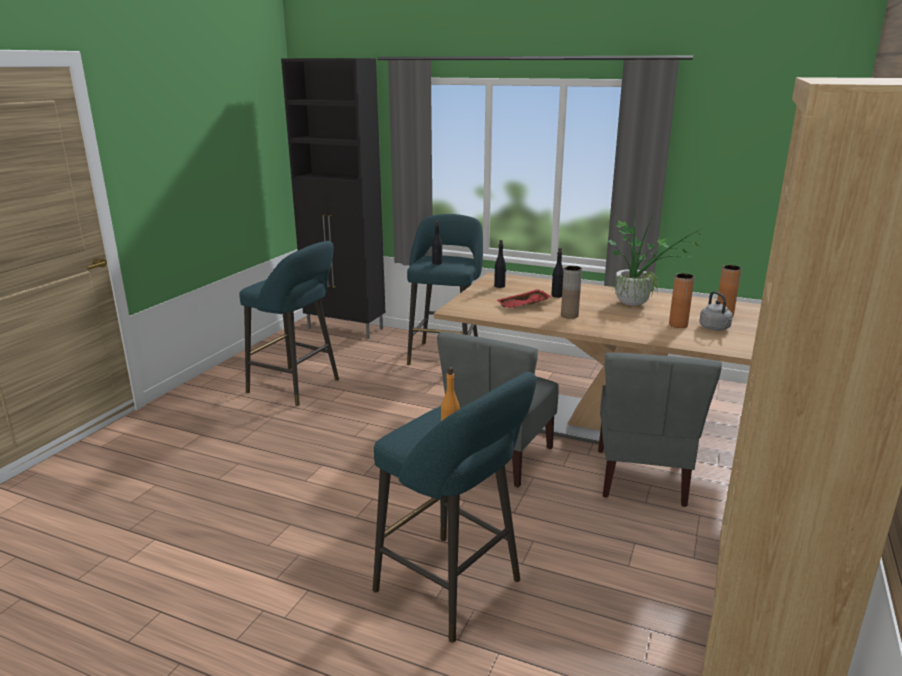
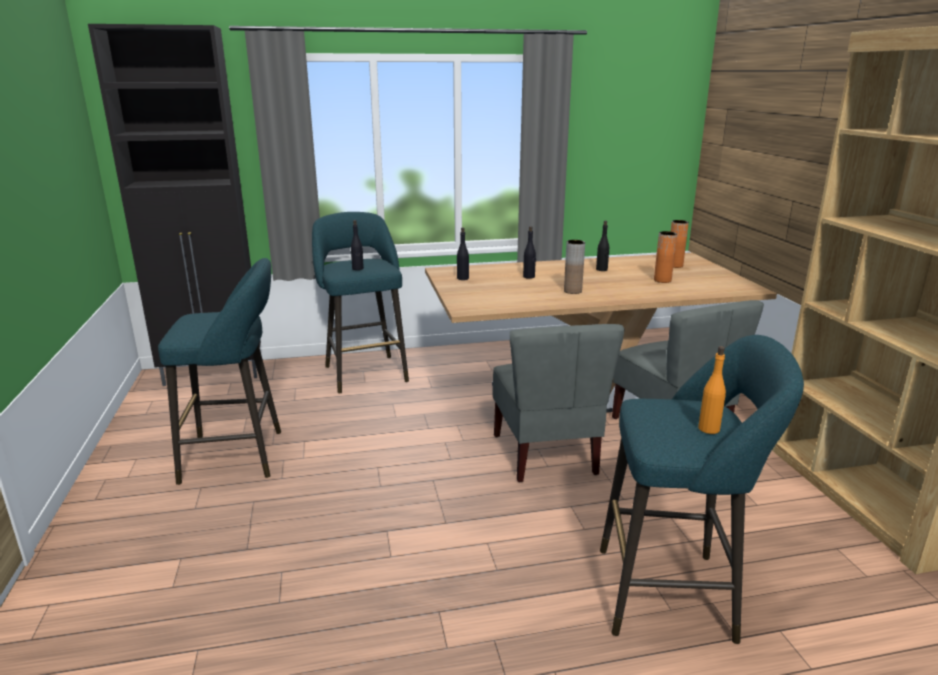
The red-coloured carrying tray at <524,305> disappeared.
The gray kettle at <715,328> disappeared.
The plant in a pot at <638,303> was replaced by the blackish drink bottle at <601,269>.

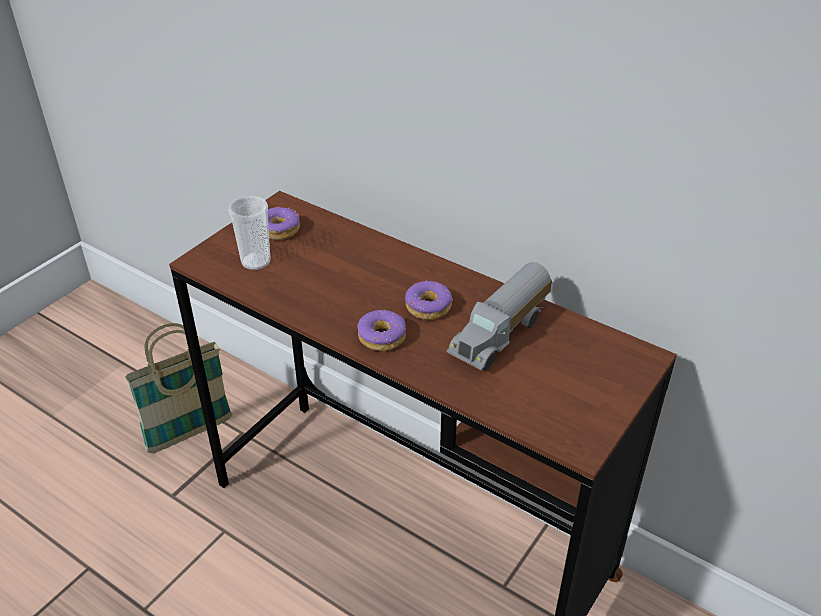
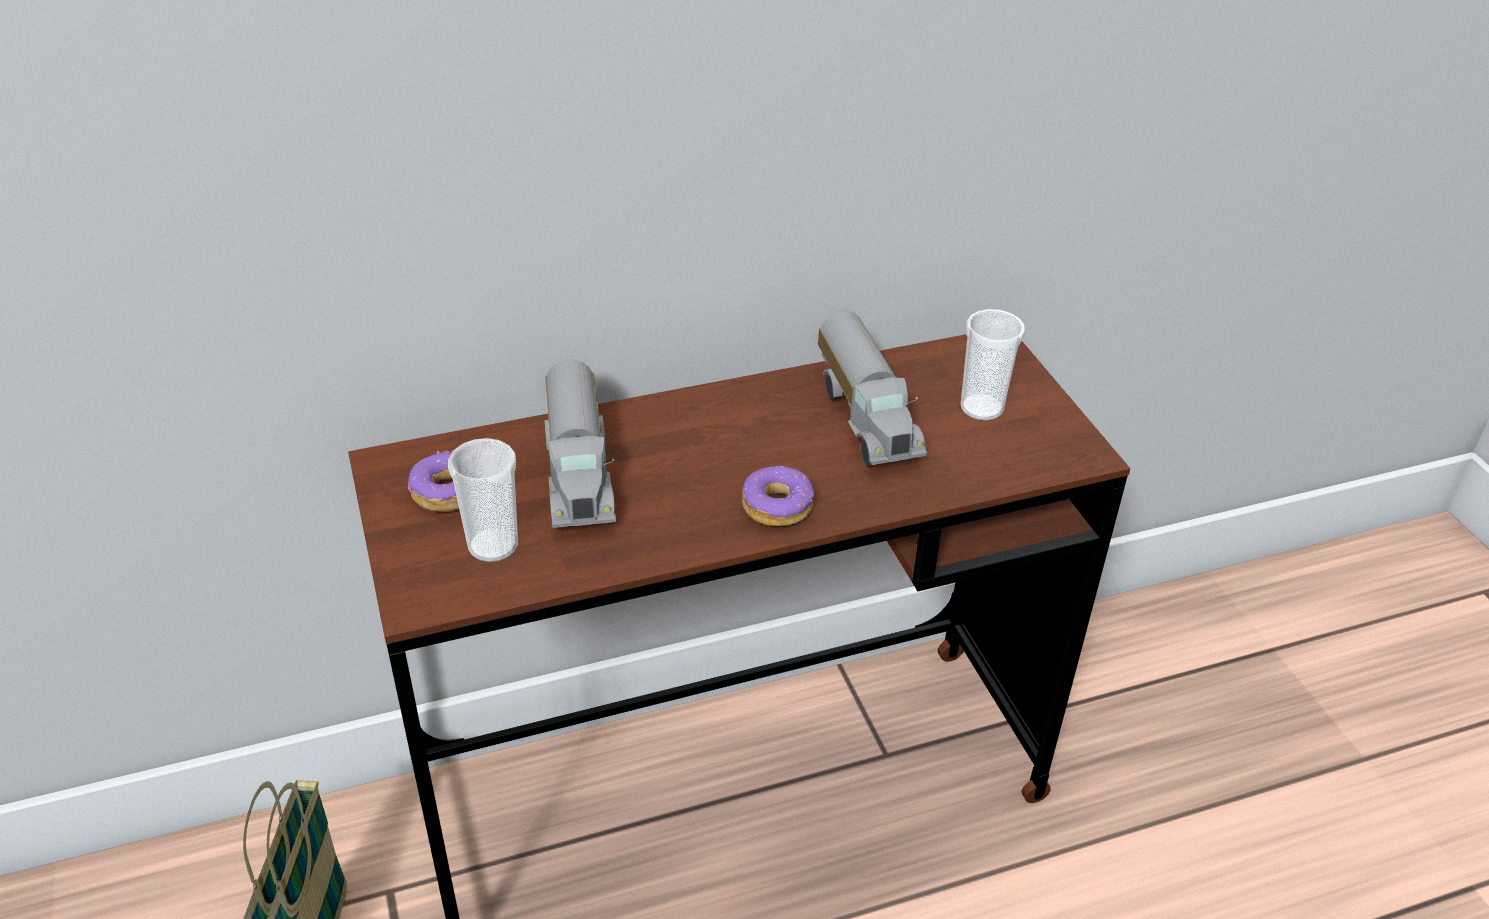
The doughnut at <429,307> disappeared.
The model truck at <581,474> appeared.
The cup at <981,408> appeared.

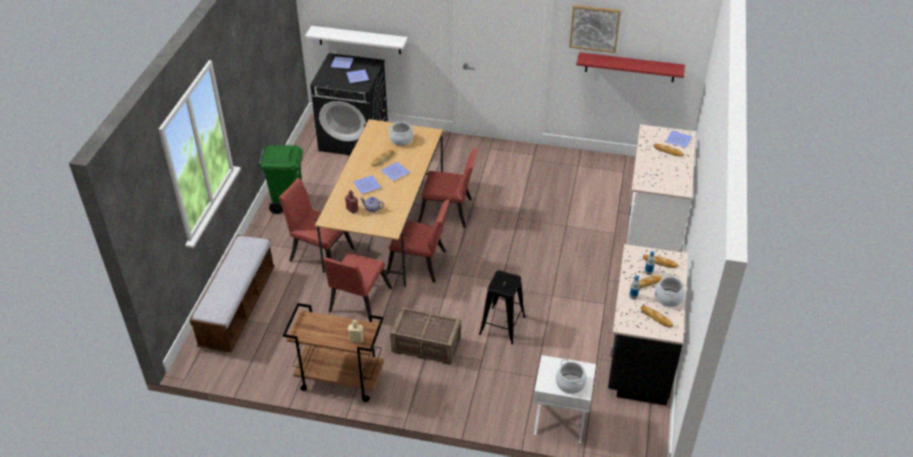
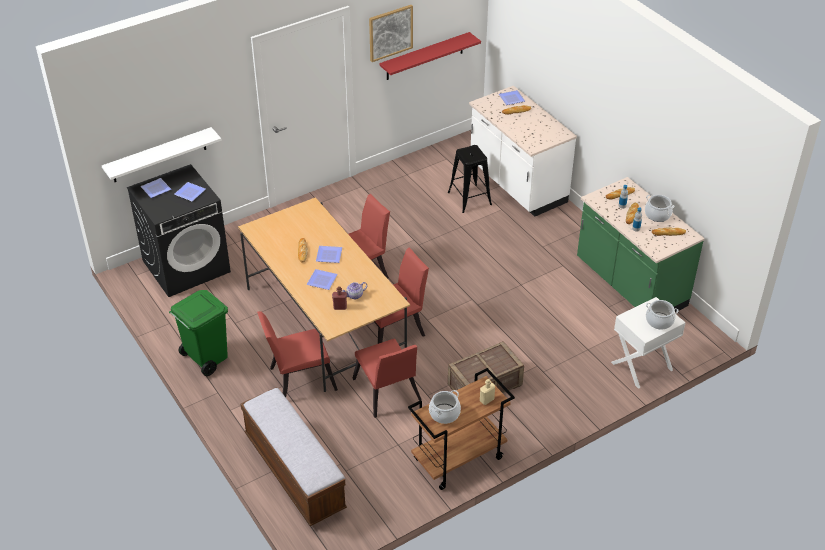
The stockpot moved from <401,139> to <444,413>.
The blackish stool moved from <502,325> to <469,198>.
The blackish kitchen base unit at <639,354> became the green-coloured kitchen base unit at <630,284>.

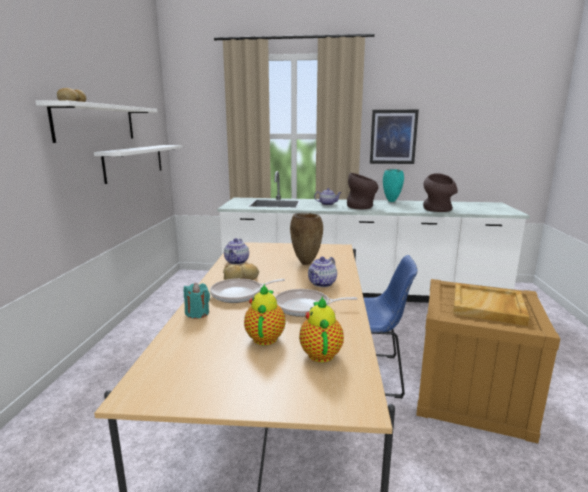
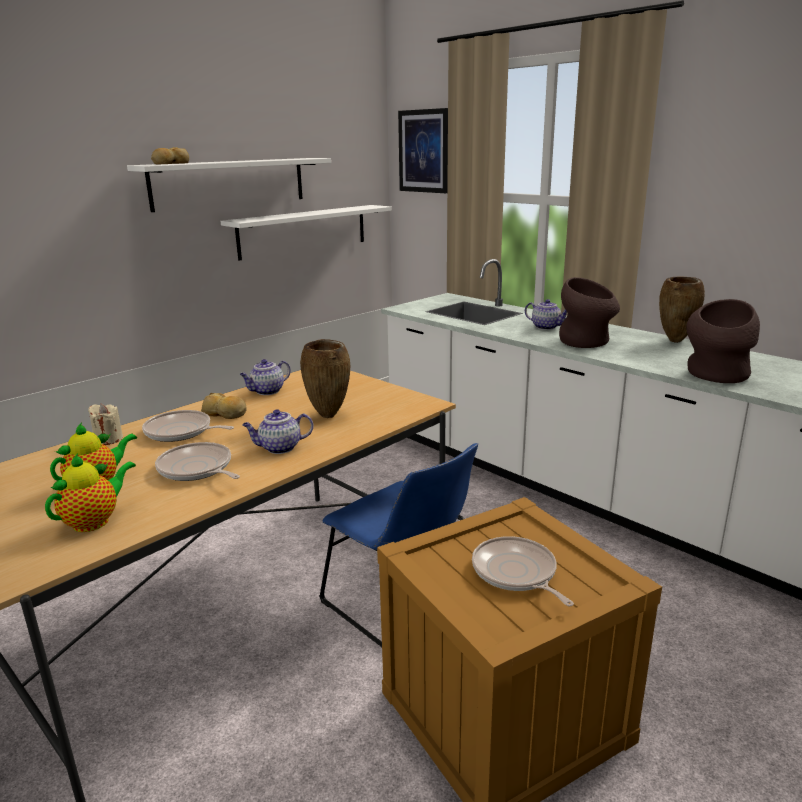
The picture moved from <393,137> to <424,151>.
The beige-coloured carrying tray at <488,307> was replaced by the skillet at <516,573>.
The turquoise candle at <197,313> became the beige-coloured candle at <108,439>.
The turquoise decorative vase at <392,201> became the brown decorative vase at <676,341>.

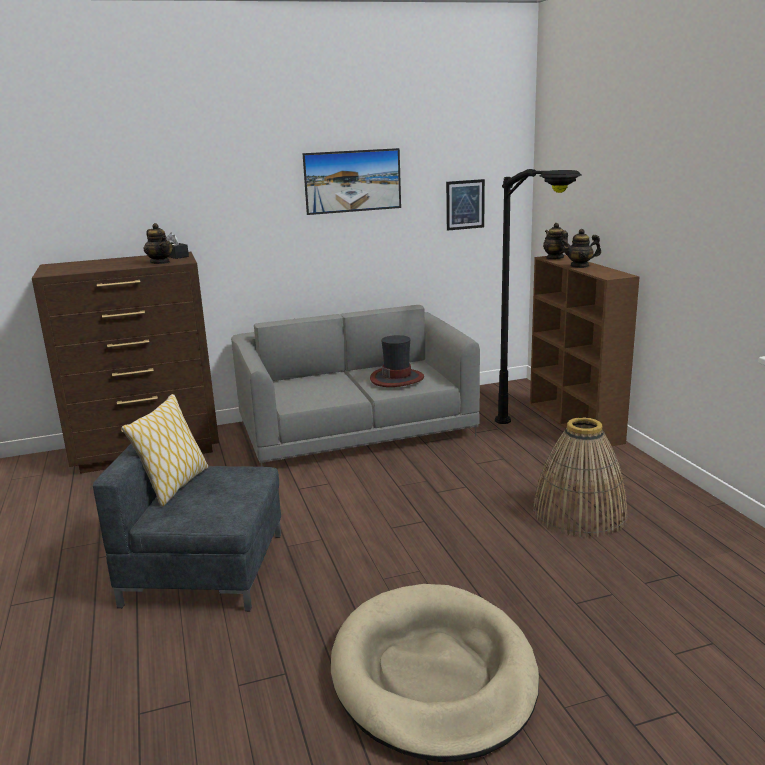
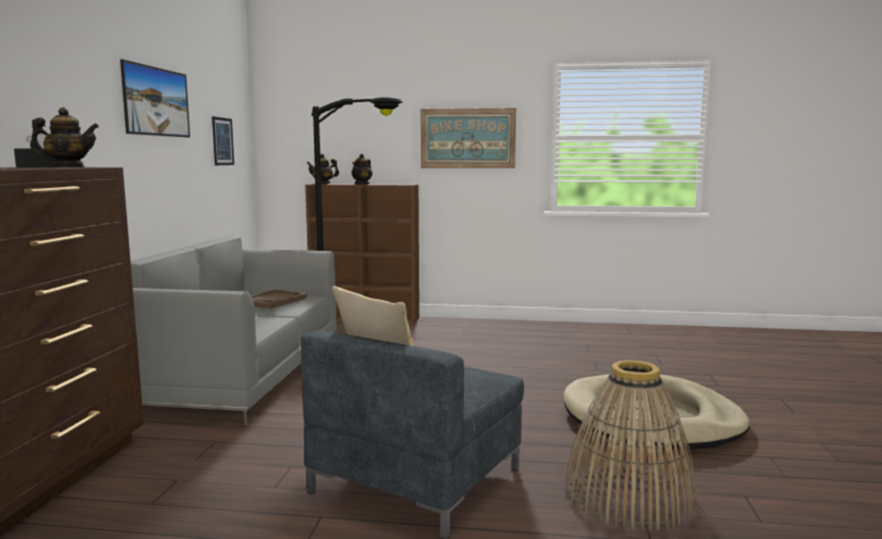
The picture at <467,138> appeared.
The basket moved from <579,513> to <628,495>.
The clothing hat at <397,378> was replaced by the brown carrying tray at <273,301>.

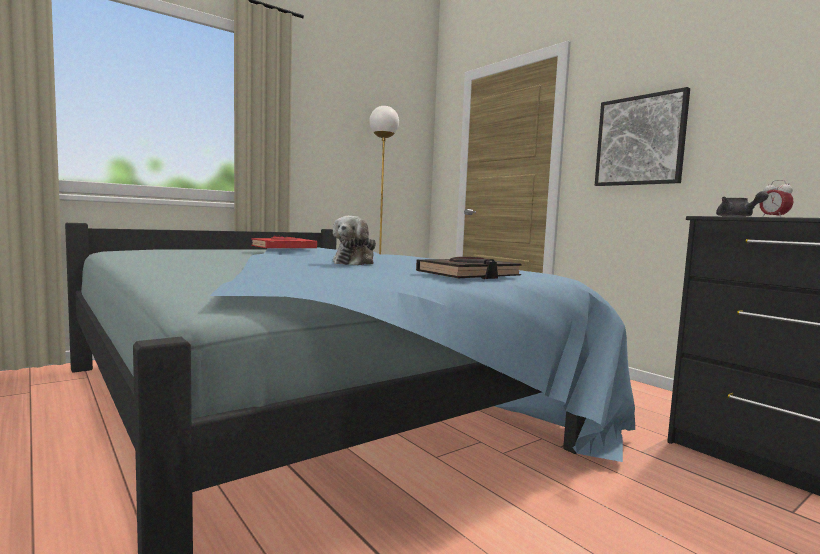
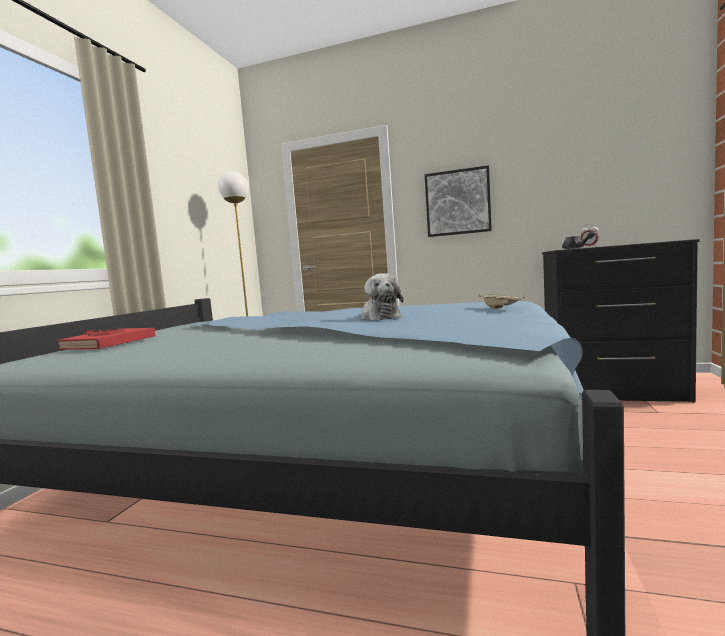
The red-coloured bound book moved from <283,248> to <109,344>.
The blackish bound book at <468,275> was replaced by the beige-coloured carrying tray at <501,308>.

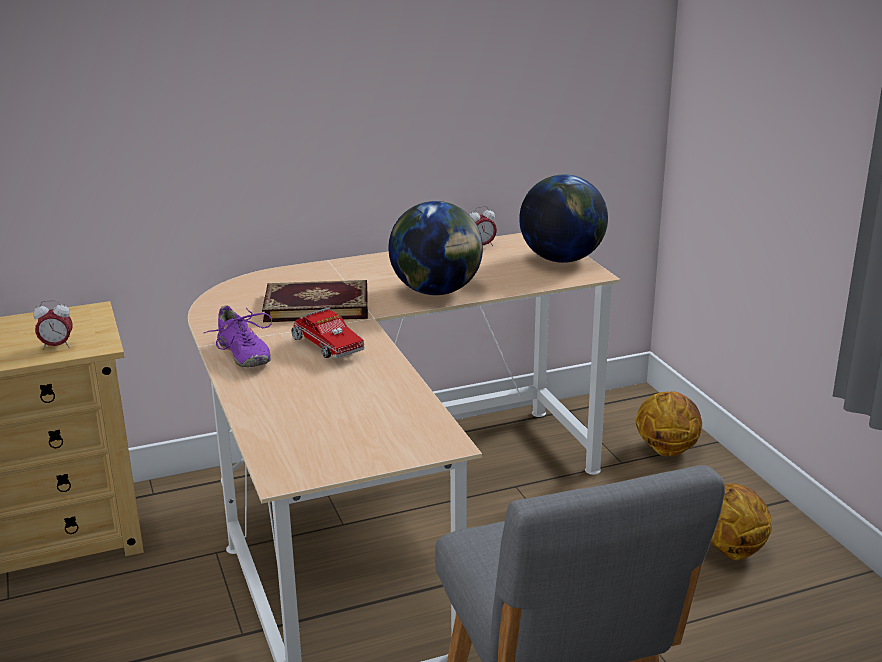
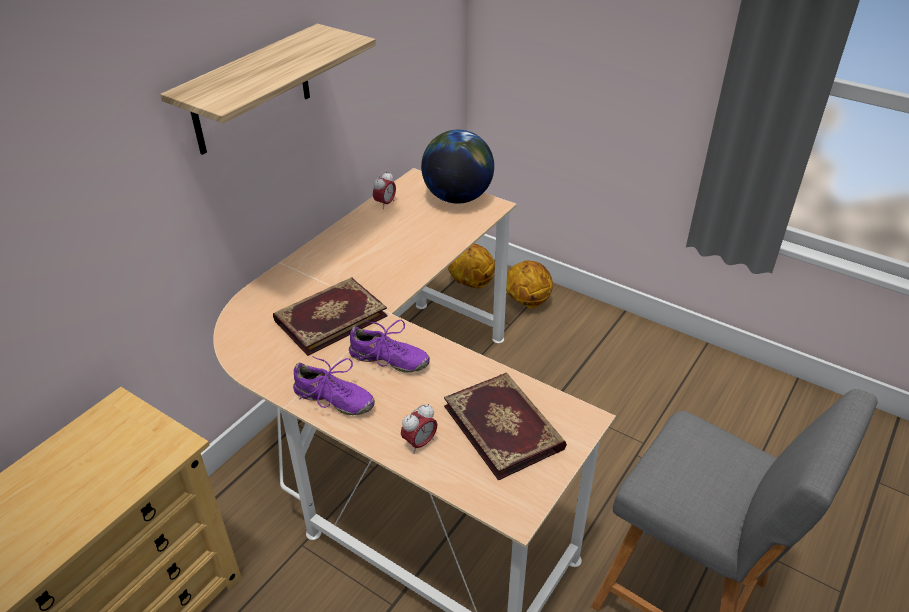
The desk globe at <436,291> disappeared.
The shelf at <251,90> appeared.
The bound book at <504,426> appeared.
The table clock moved from <57,346> to <419,443>.
The ball for basketball moved from <728,550> to <471,283>.
The model truck at <325,346> was replaced by the purple-coloured shoe at <389,360>.

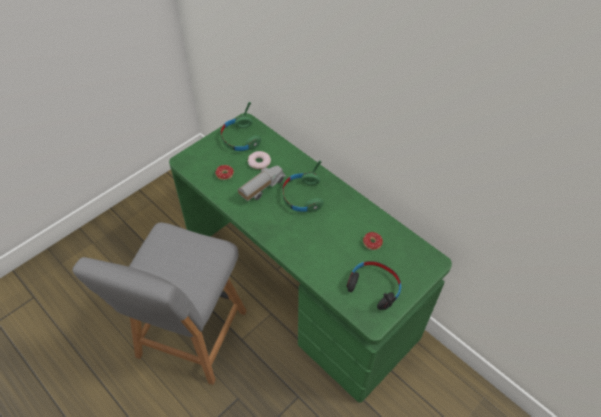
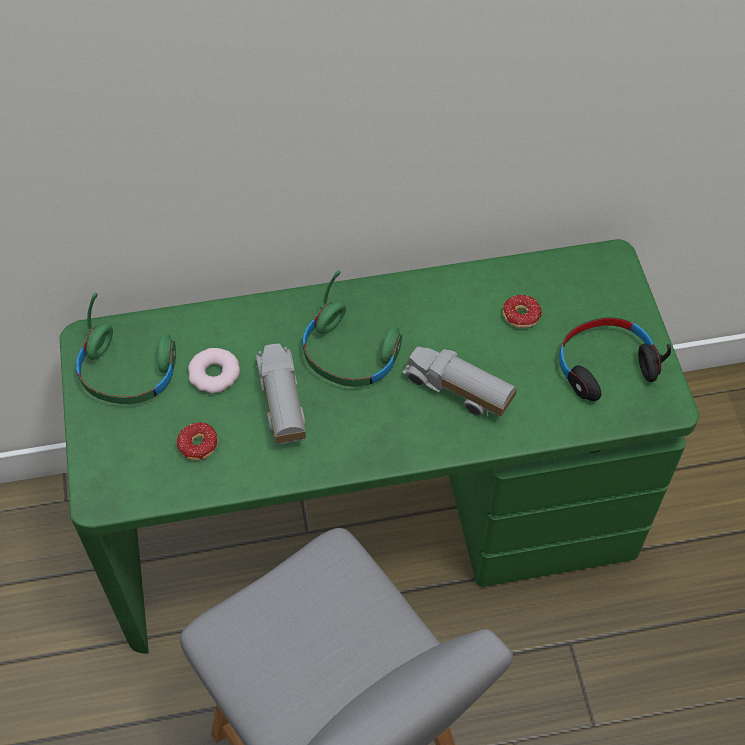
The model truck at <457,392> appeared.

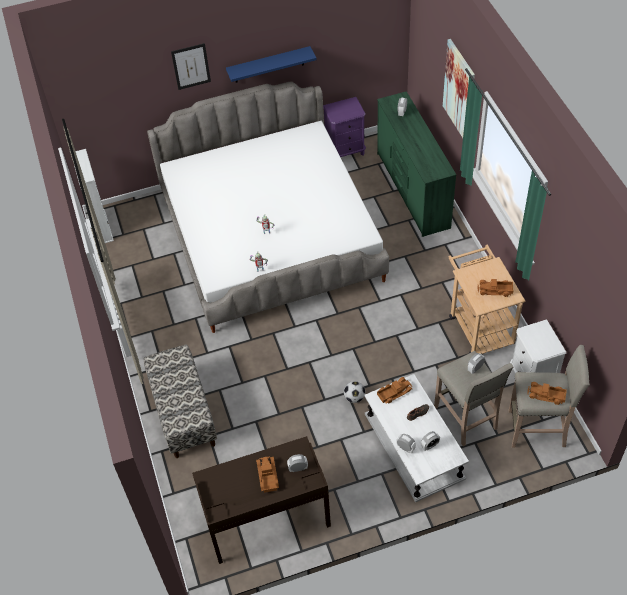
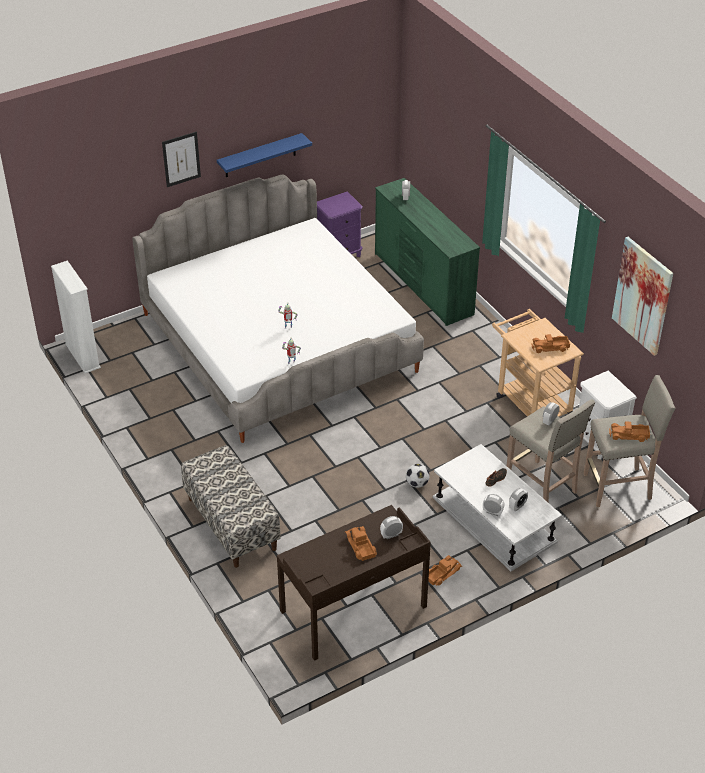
The model truck moved from <394,392> to <441,573>.
The picture moved from <459,90> to <642,296>.

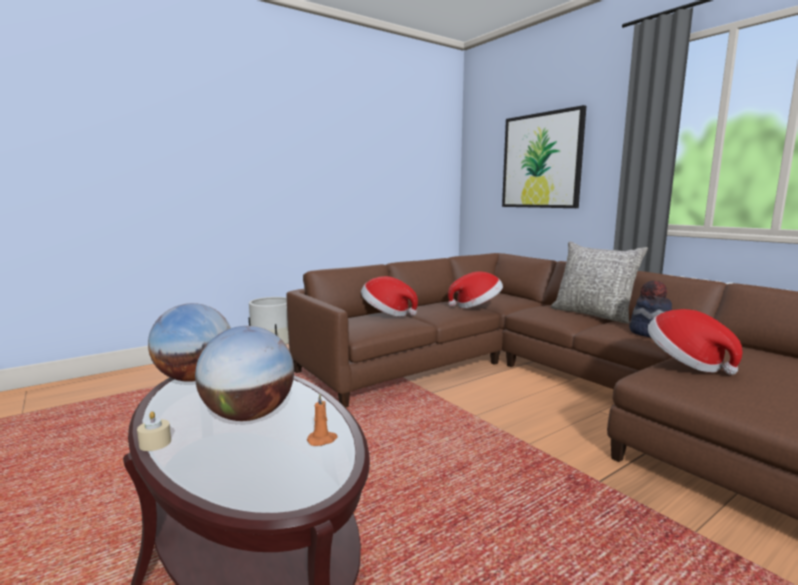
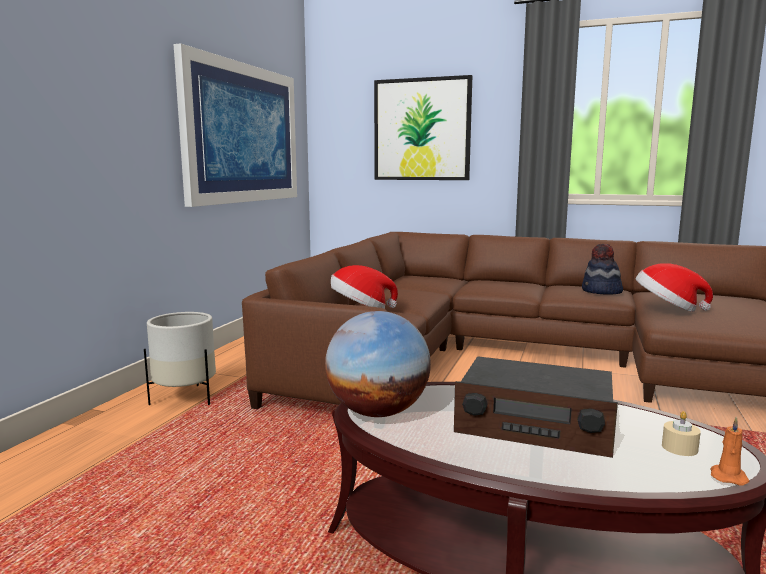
The clothing hat at <476,306> disappeared.
The gray cushion at <593,314> disappeared.
The picture at <243,134> appeared.
The beige-coloured candle moved from <155,443> to <679,448>.
The orange candle moved from <322,440> to <728,476>.
The desk globe at <249,415> was replaced by the radio receiver at <534,424>.

